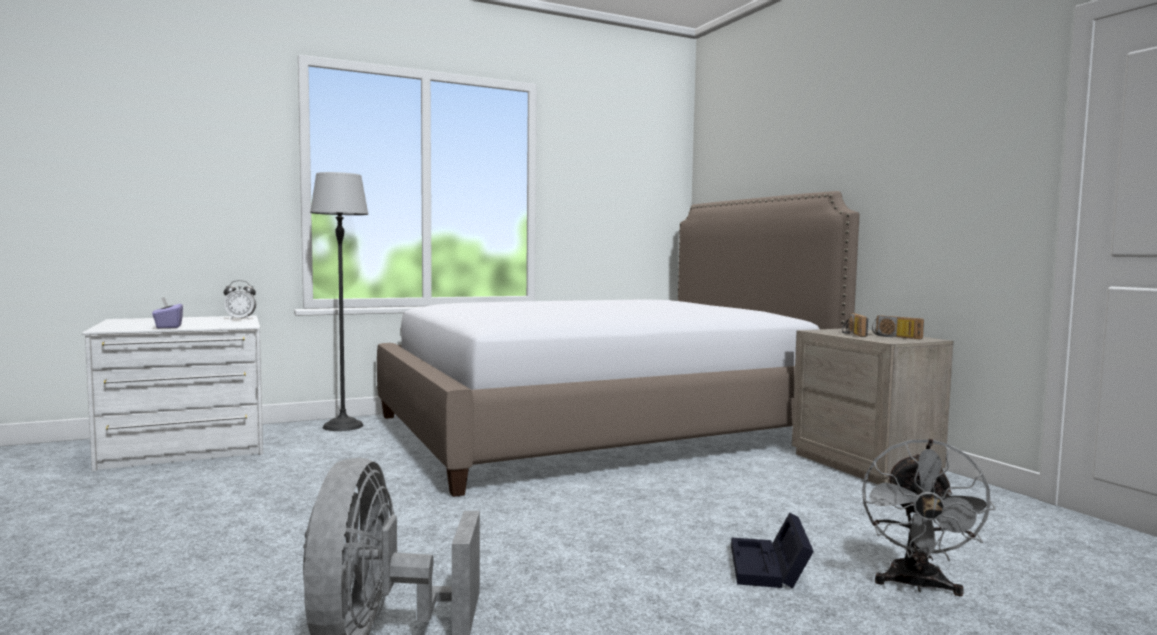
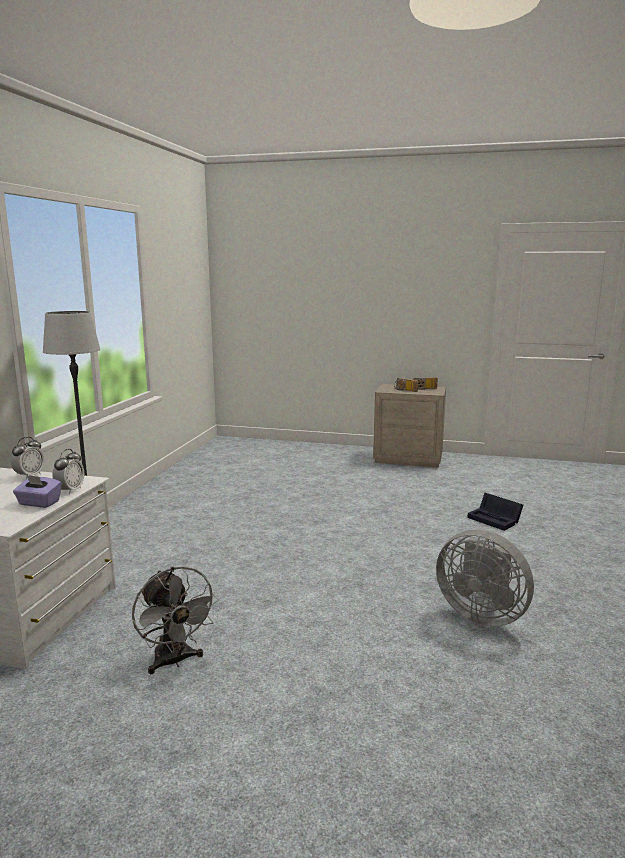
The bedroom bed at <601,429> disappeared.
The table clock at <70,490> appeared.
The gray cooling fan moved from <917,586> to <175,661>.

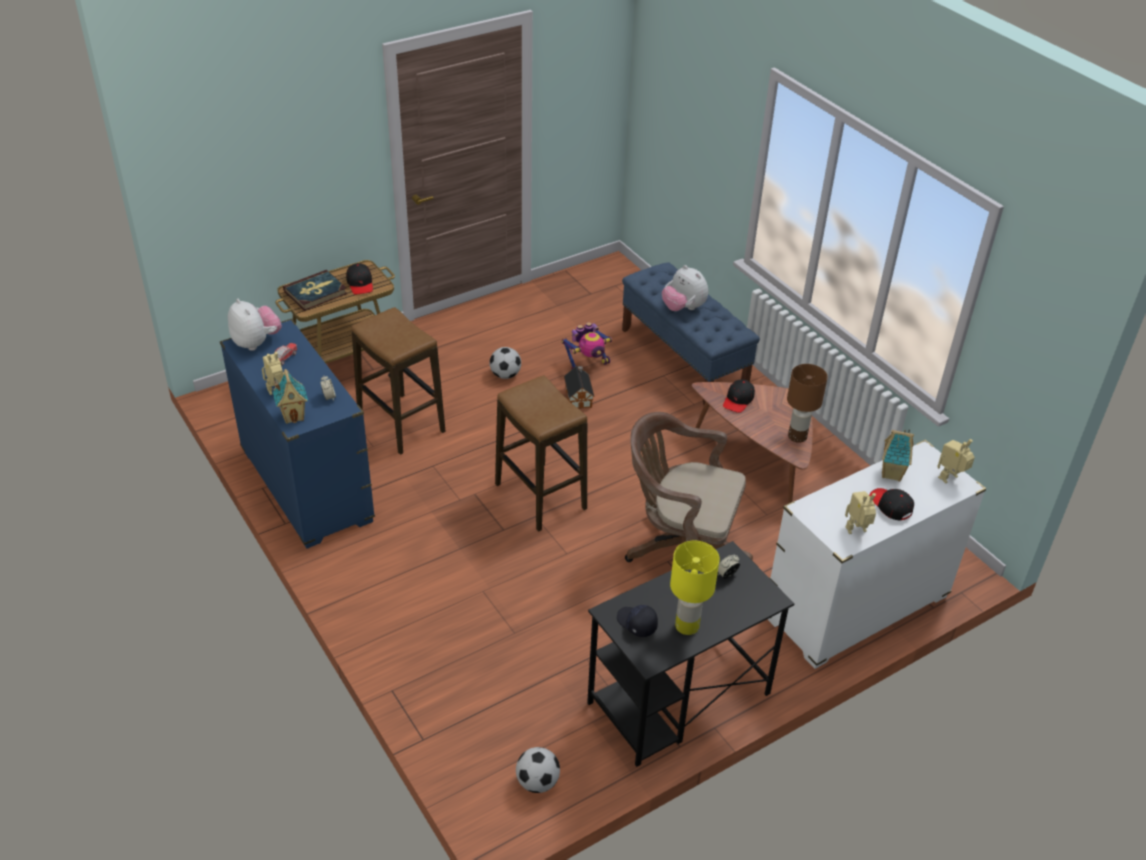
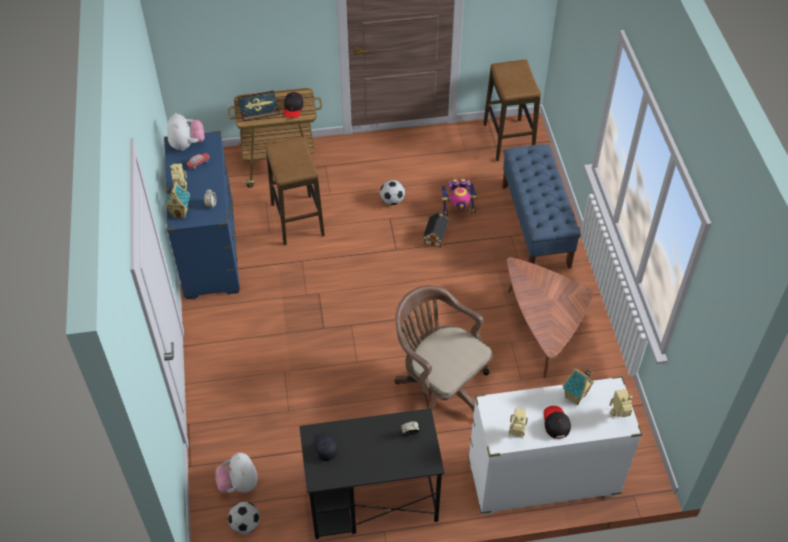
The yellow tabletop lamp at <687,626> disappeared.
The blackish cap at <738,400> disappeared.
The brown tabletop lamp at <797,436> disappeared.
The stool moved from <540,496> to <508,140>.
The soft toy moved from <683,308> to <239,484>.

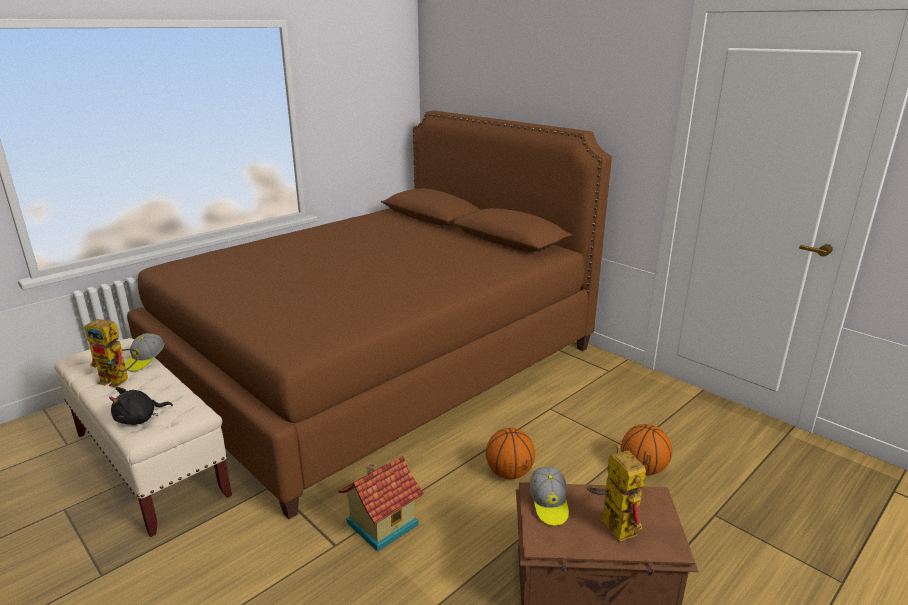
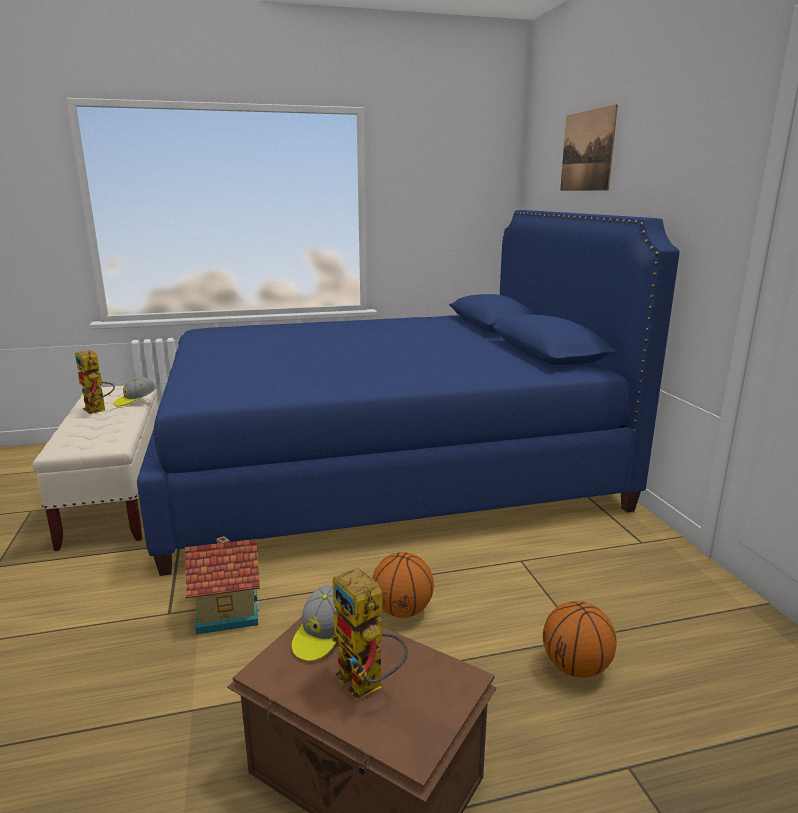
The blackish soft toy at <139,419> disappeared.
The picture at <587,151> appeared.
The brown bedroom bed at <378,364> became the bluish bedroom bed at <380,468>.
The robot figure at <611,523> turned 135 degrees clockwise.

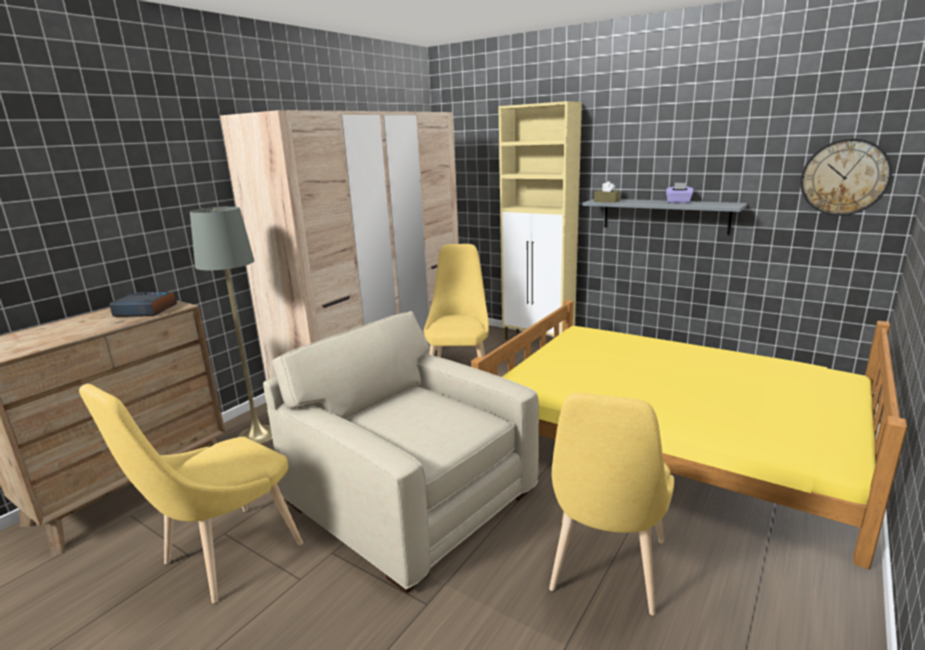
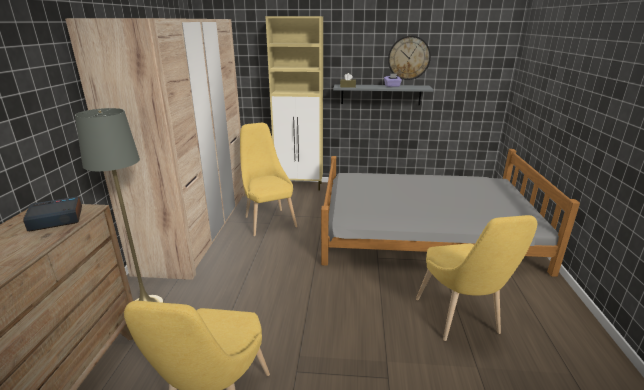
The beige-coloured armchair at <410,495> disappeared.
The hanging clock moved from <844,177> to <409,58>.
The yellow bedroom bed at <667,435> became the gray bedroom bed at <423,231>.

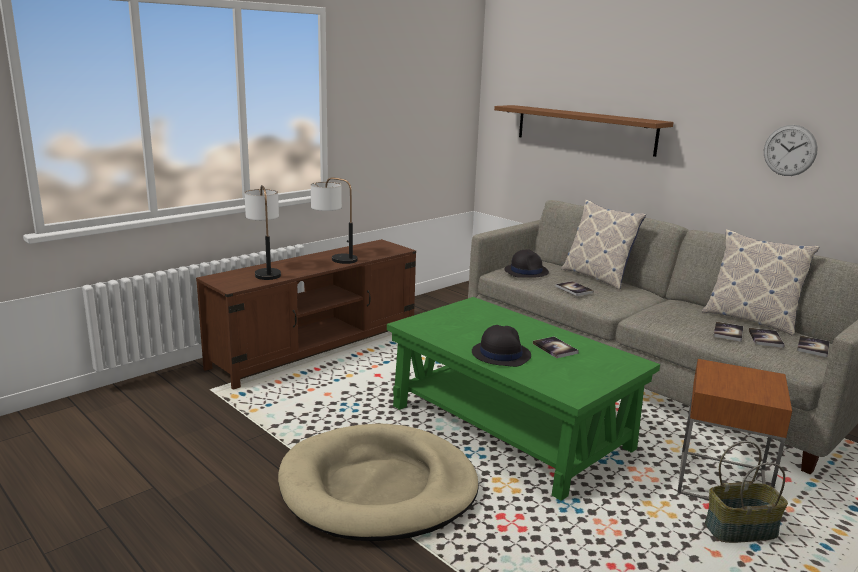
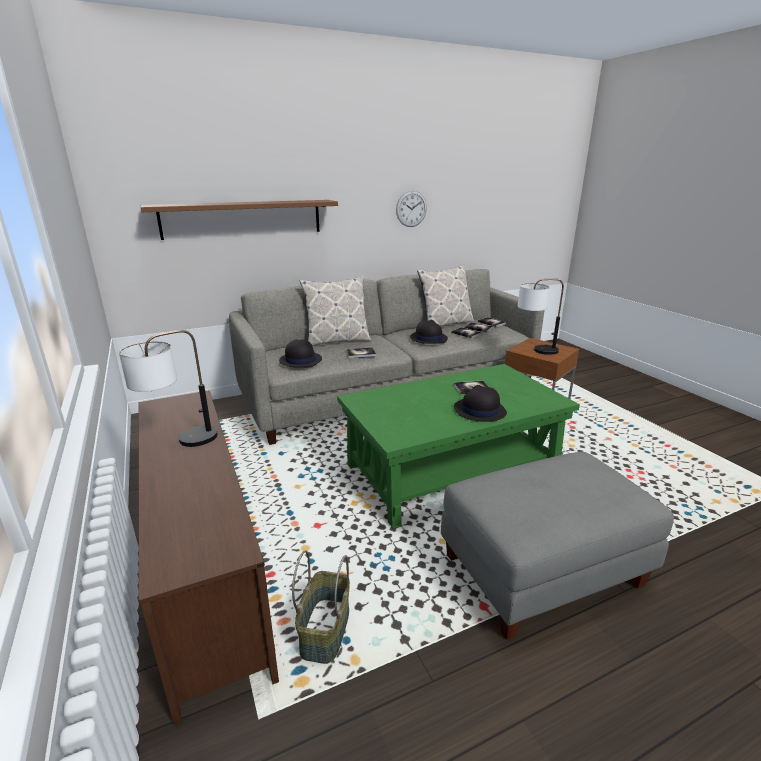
The blackish clothing hat at <428,338> appeared.
The tabletop lamp moved from <266,271> to <534,350>.
The basket moved from <740,529> to <324,630>.
The beige-coloured pet bed at <378,488> was replaced by the gray pouffe at <542,569>.

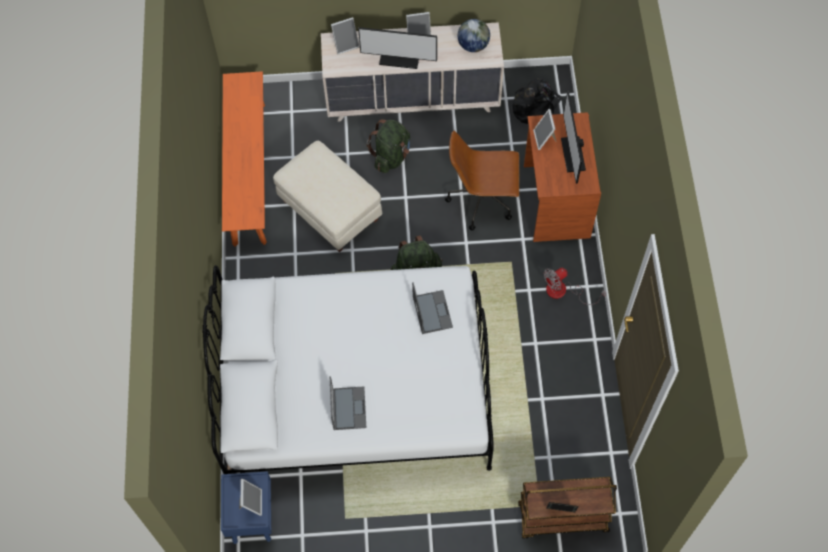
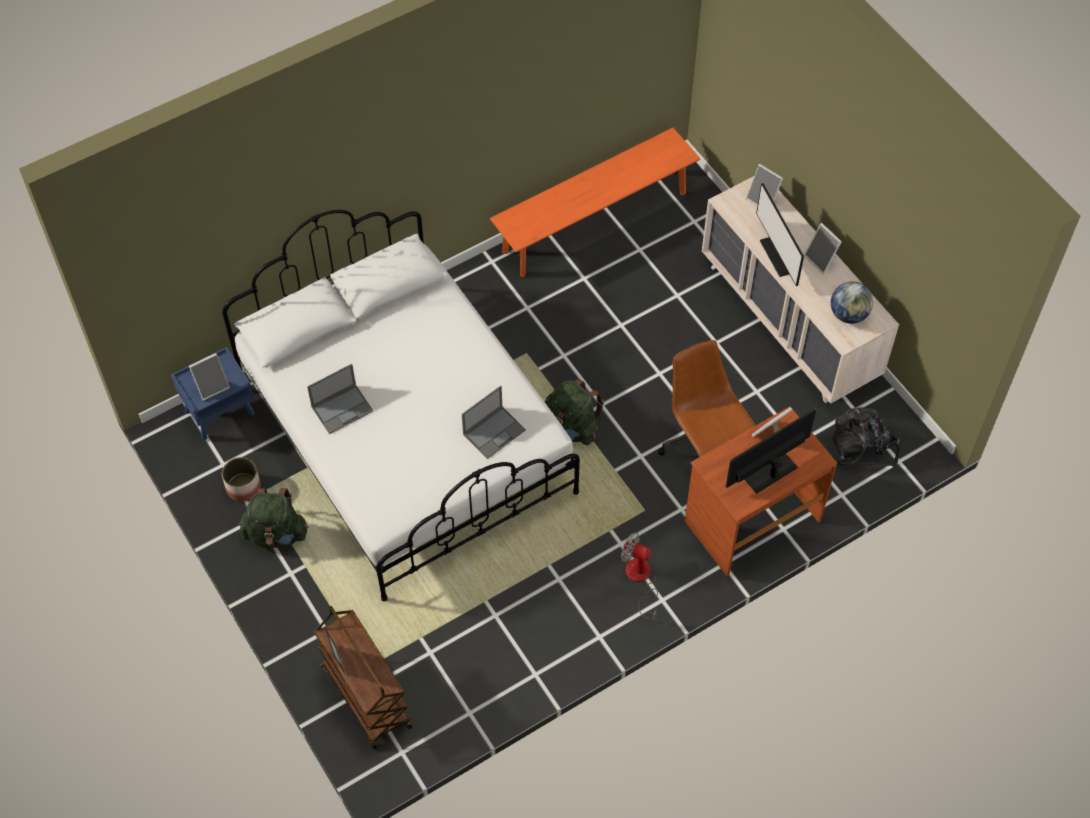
The beige-coloured pouffe at <330,210> disappeared.
The planter at <243,487> appeared.
The green-coloured rucksack moved from <391,156> to <276,534>.

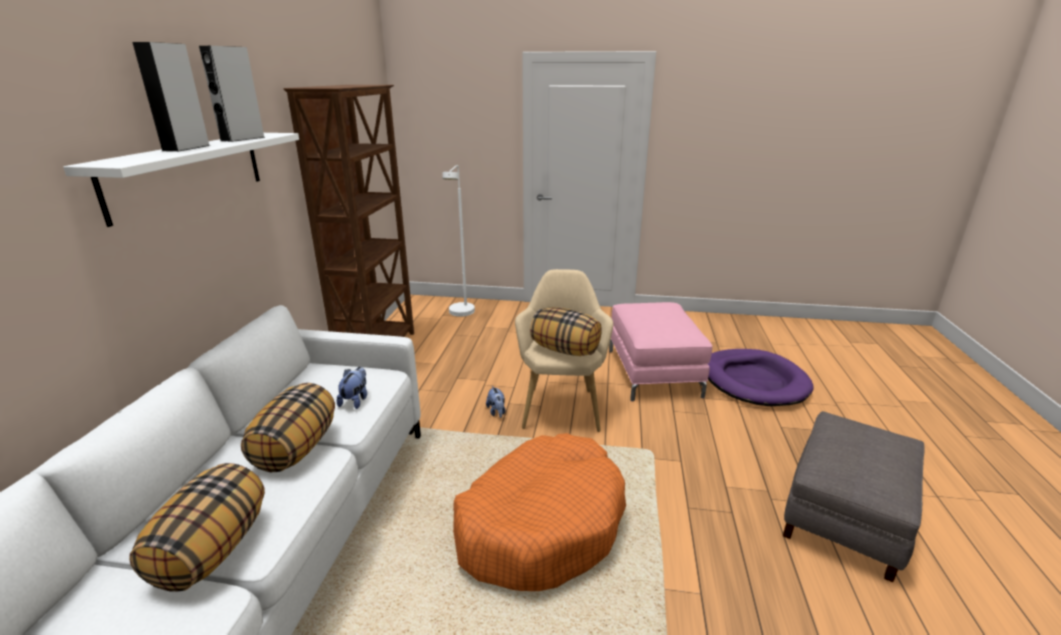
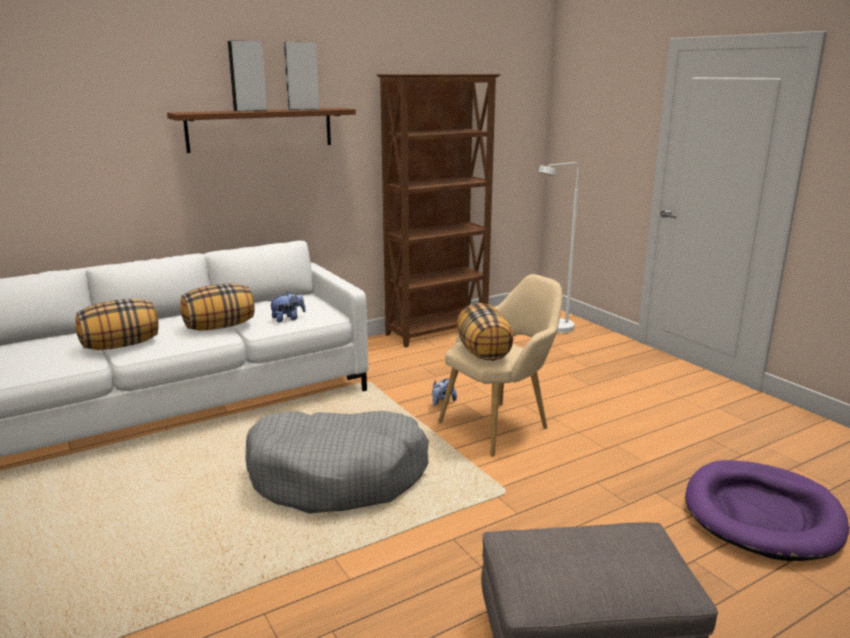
The pink pouffe at <653,372> disappeared.
The white-coloured shelf at <188,173> became the brown shelf at <260,129>.
The orange pet bed at <540,524> became the gray pet bed at <338,476>.

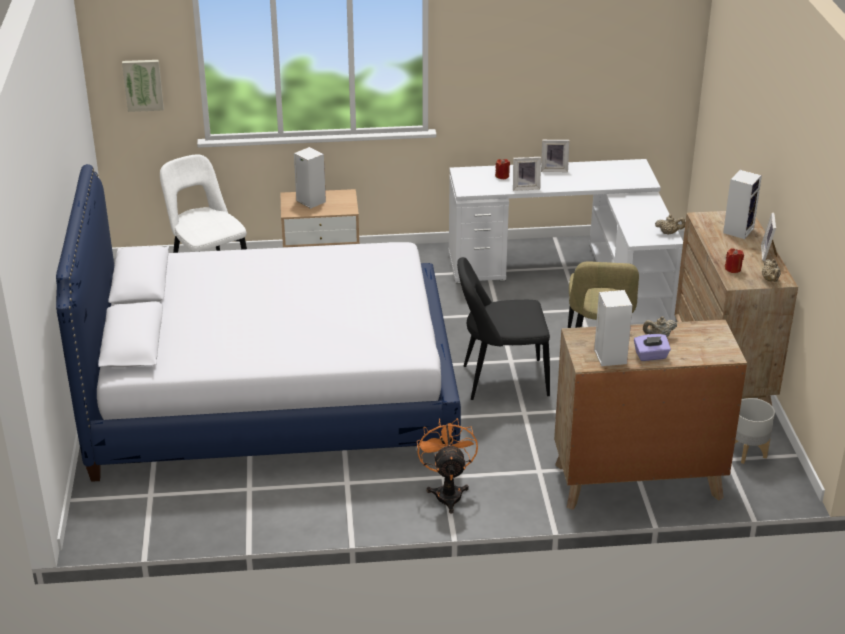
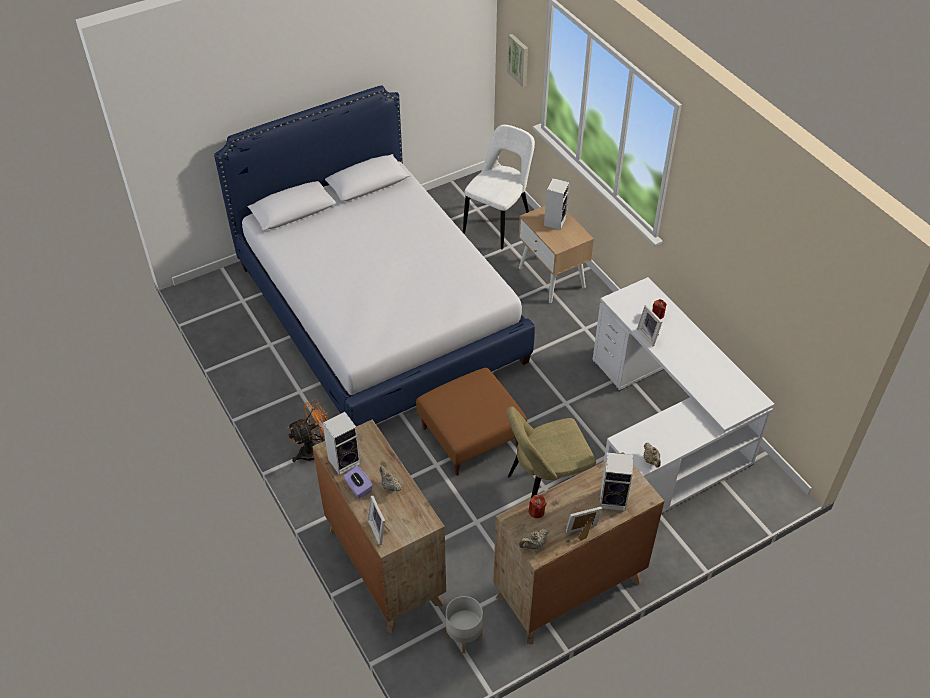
The picture frame moved from <554,169> to <380,530>.
The blackish chair at <500,381> was replaced by the brown pouffe at <471,435>.

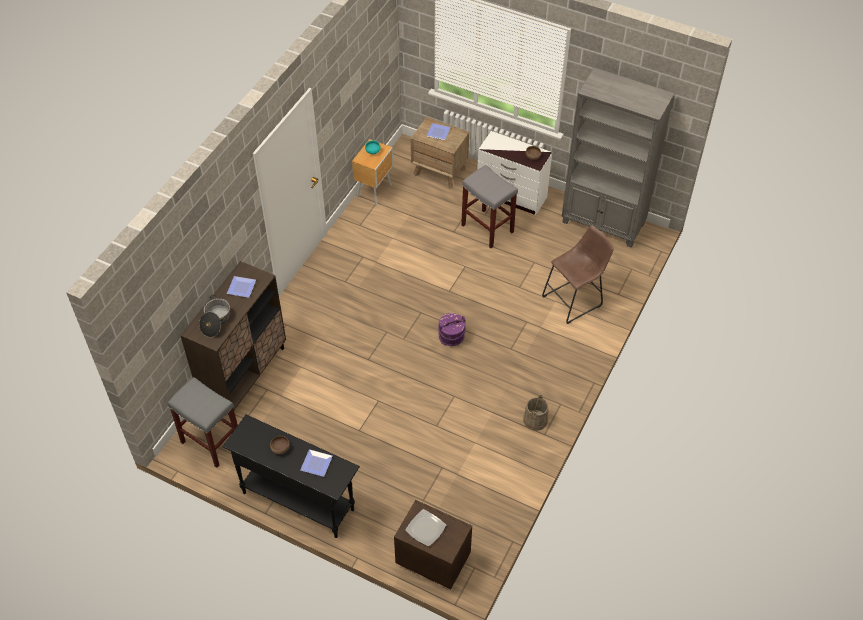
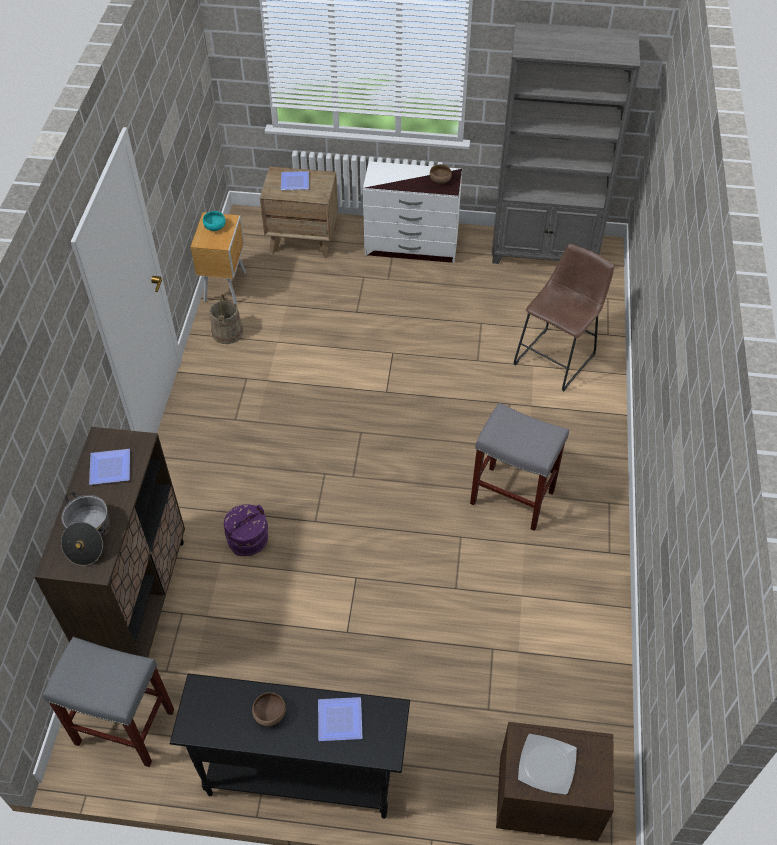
The purple-coloured water bucket moved from <451,338> to <248,541>.
The gray stool moved from <486,228> to <511,497>.
The beige-coloured water bucket moved from <535,420> to <227,332>.

